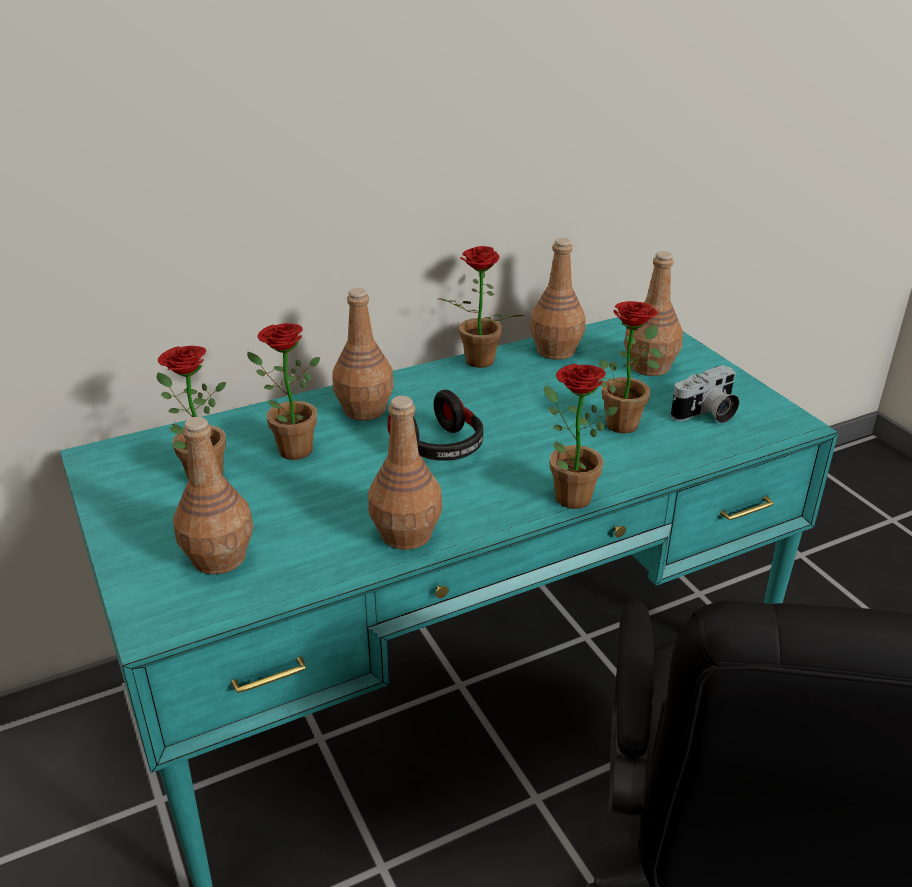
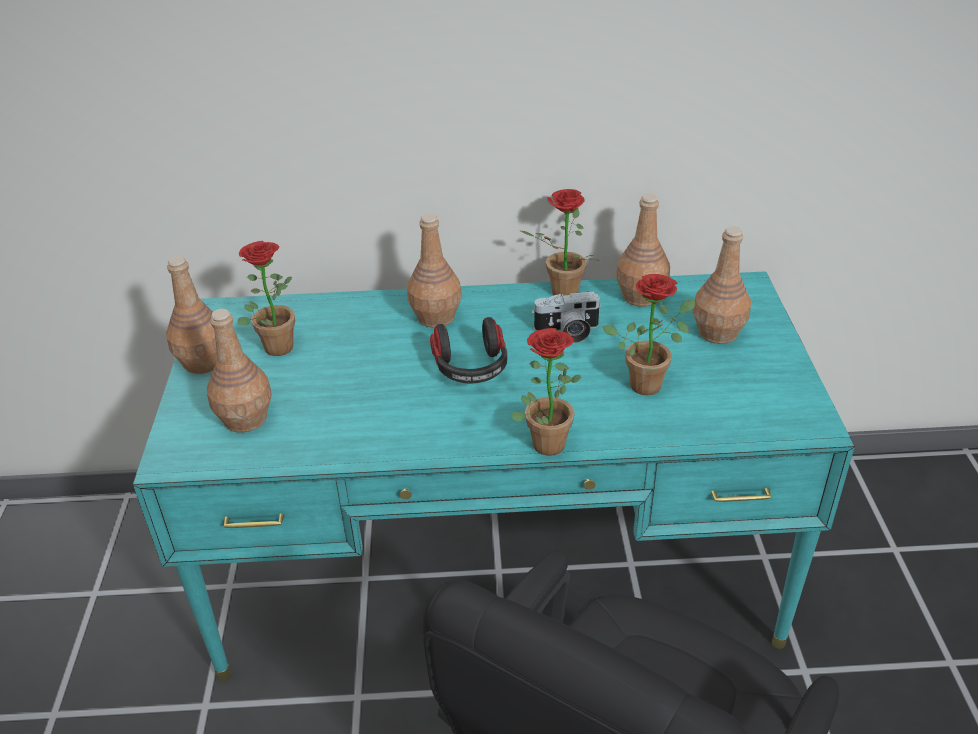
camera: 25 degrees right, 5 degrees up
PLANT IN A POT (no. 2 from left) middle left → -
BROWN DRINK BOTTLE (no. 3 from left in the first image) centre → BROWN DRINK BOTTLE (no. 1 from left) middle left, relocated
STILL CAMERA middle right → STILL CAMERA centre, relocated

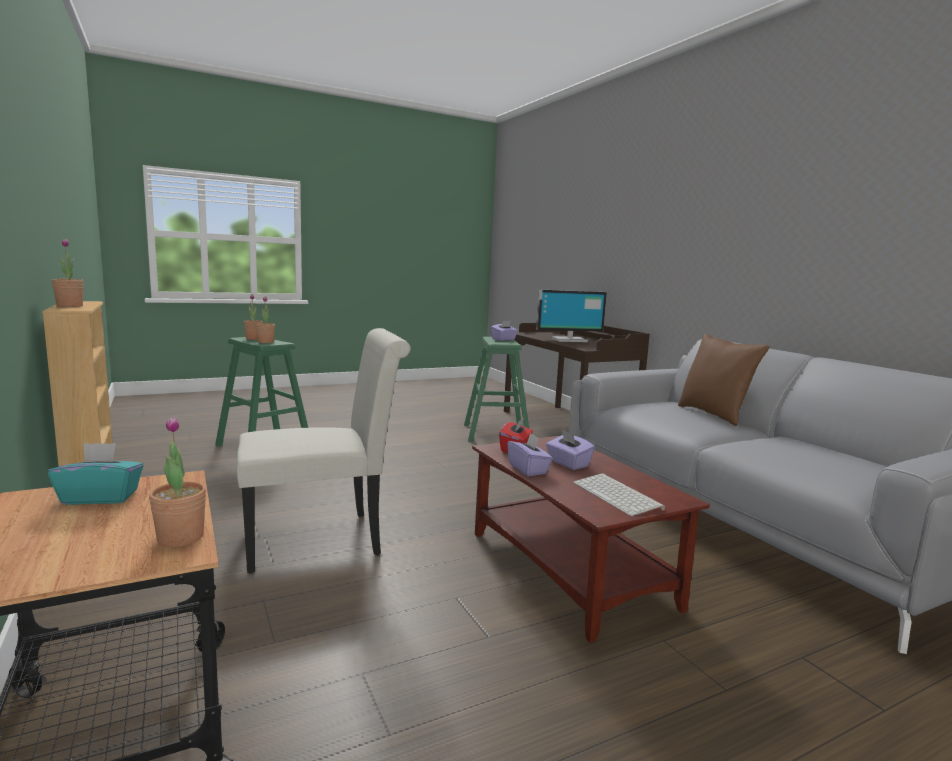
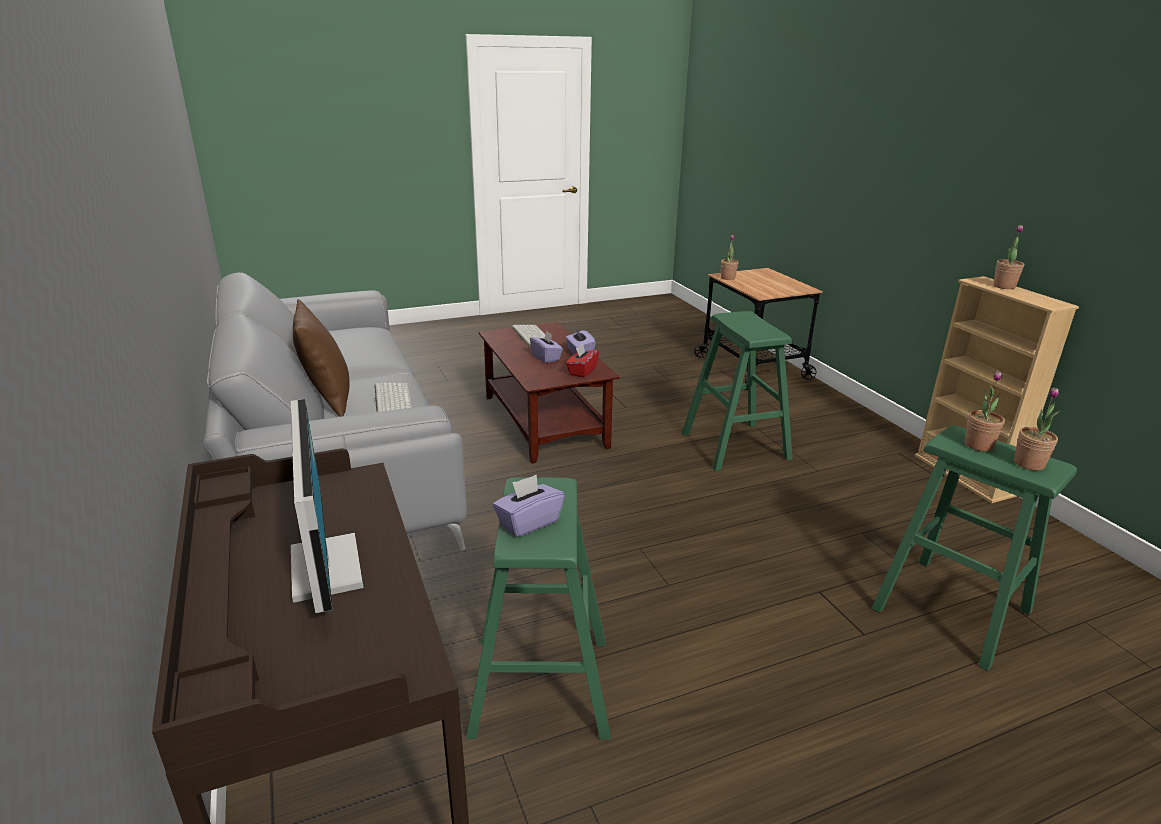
camera: 175 degrees left, 15 degrees up
TURQUOISE-COLOURED TISSUE BOX middle left → -
- → PC KEYBOARD (no. 1 from left) centre
WHITE-COLOURED UPRIGHT CHAIR centre → GREEN SITTING STOOL (no. 2 from left) centre
COMPUTER DISPLAY centre → COMPUTER DISPLAY middle left, 75 degrees clockwise

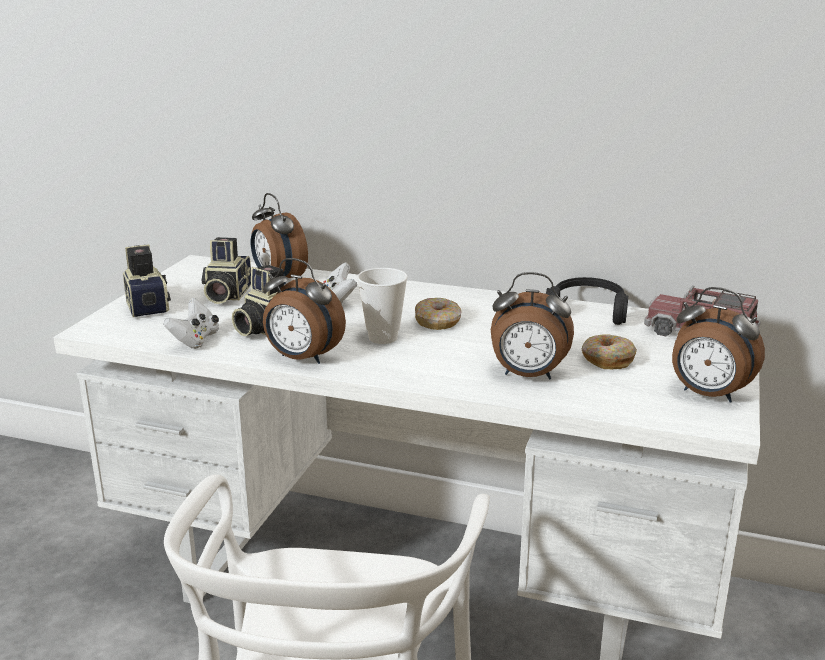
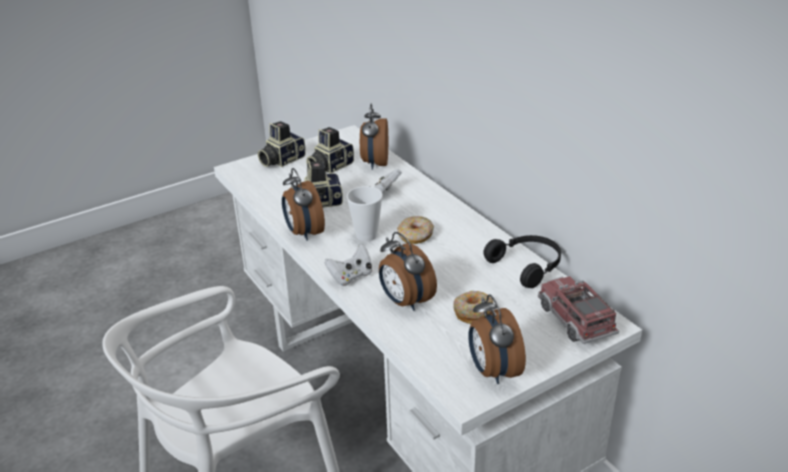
camera: 40 degrees right, 10 degrees up
WHITE-COLOURED GAME CONTROLLER (no. 1 from left) middle left → WHITE-COLOURED GAME CONTROLLER (no. 1 from left) centre, relocated
STILL CAMERA (no. 1 from left) middle left → STILL CAMERA (no. 1 from left) top centre, 150 degrees counterclockwise

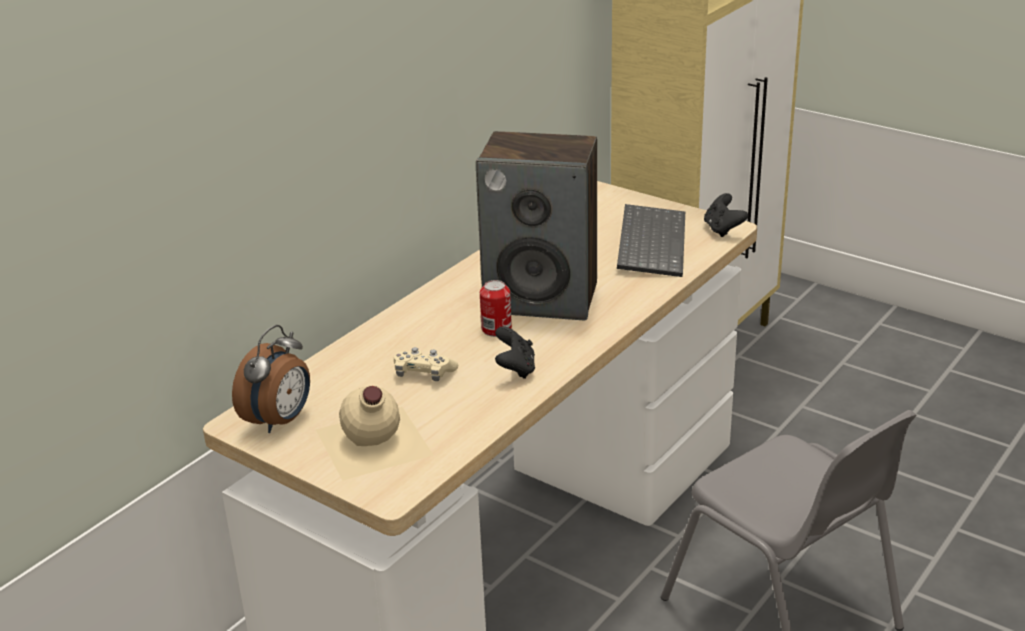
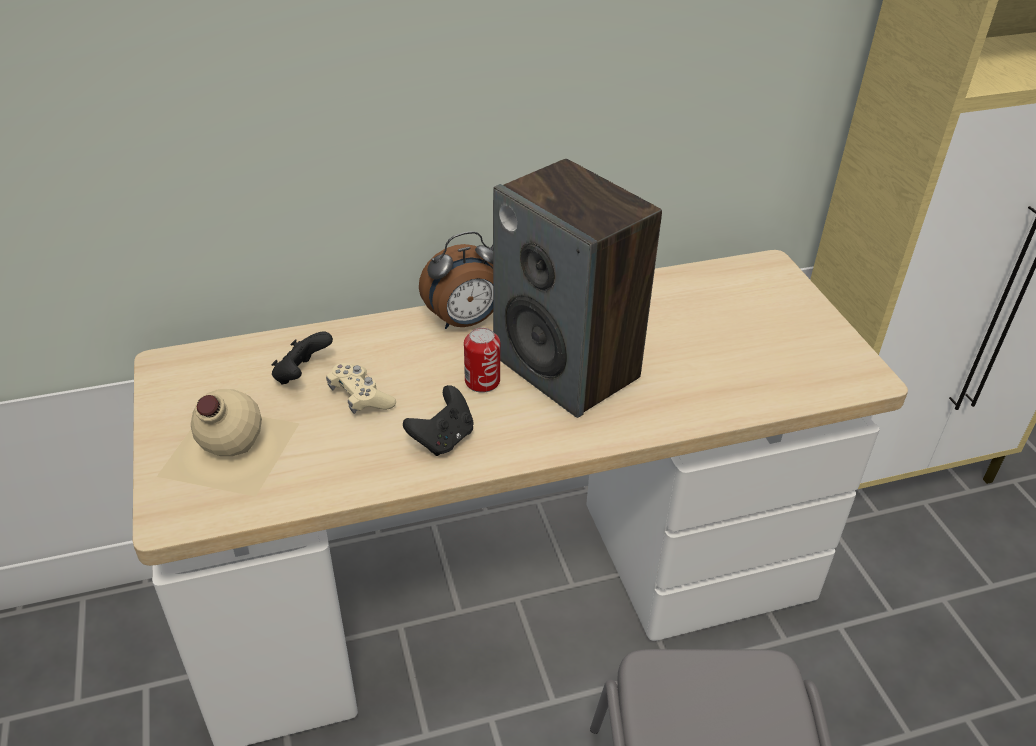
camera: 35 degrees right, 10 degrees up
PC KEYBOARD centre → -
ALARM CLOCK middle left → ALARM CLOCK centre, relocated
BLACKISH GAME CONTROLLER (no. 2 from left in the first image) middle right → BLACKISH GAME CONTROLLER (no. 1 from left) middle left, relocated

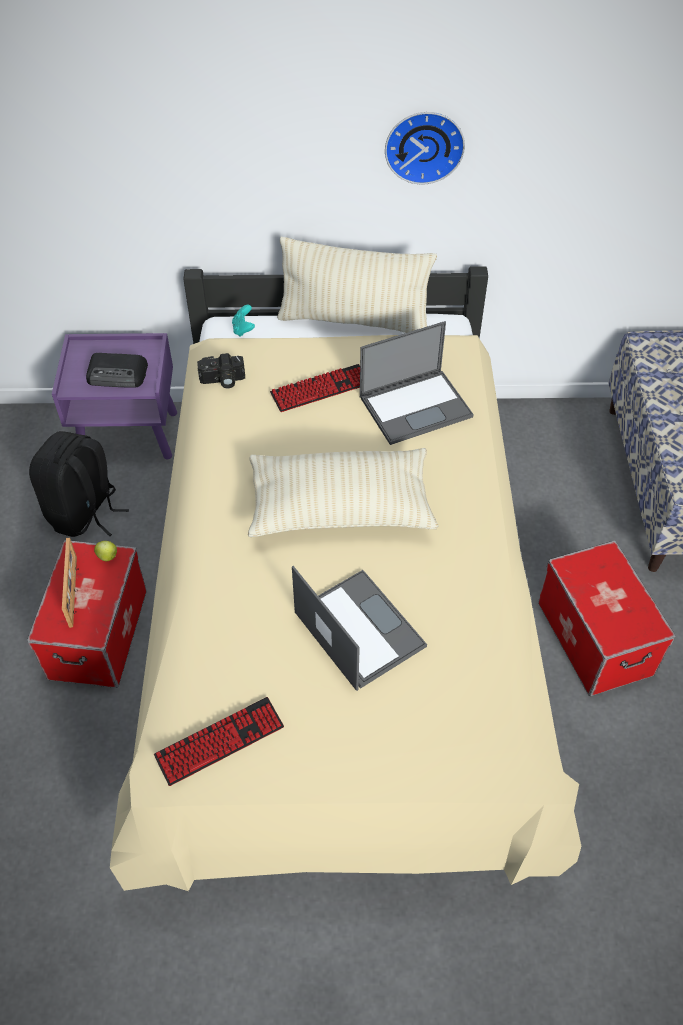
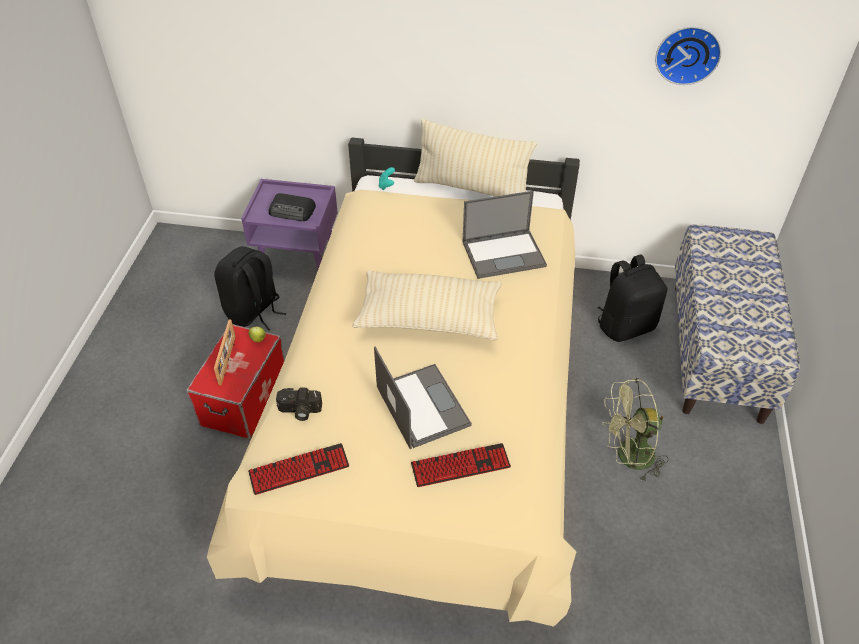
camera: 10 degrees right, 5 degrees down
- → BLACKISH BACKPACK (no. 2 from left) middle right
STILL CAMERA middle left → STILL CAMERA centre, relocated
PC KEYBOARD (no. 2 from left) centre → PC KEYBOARD (no. 2 from left) bottom centre, relocated
HANGING CLOCK top centre → HANGING CLOCK top right, relocated
STORAGE CONTAINER (no. 2 from left) middle right → GREEN FAN bottom right

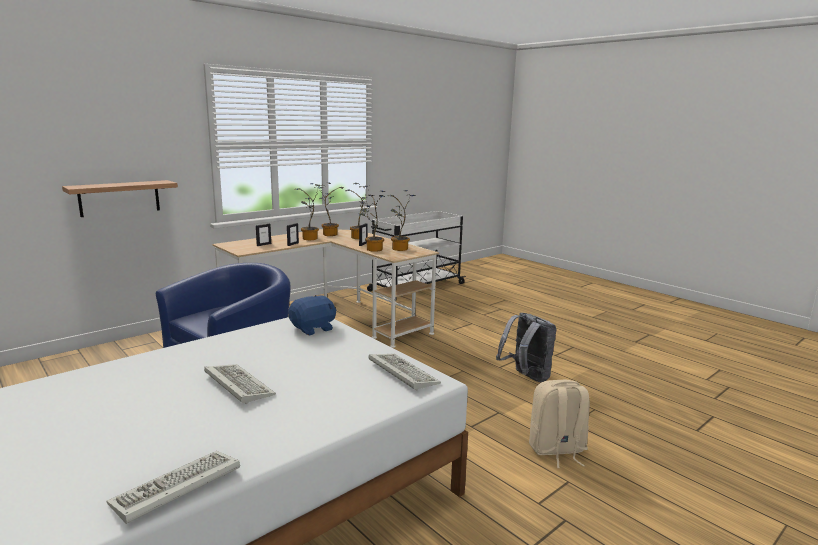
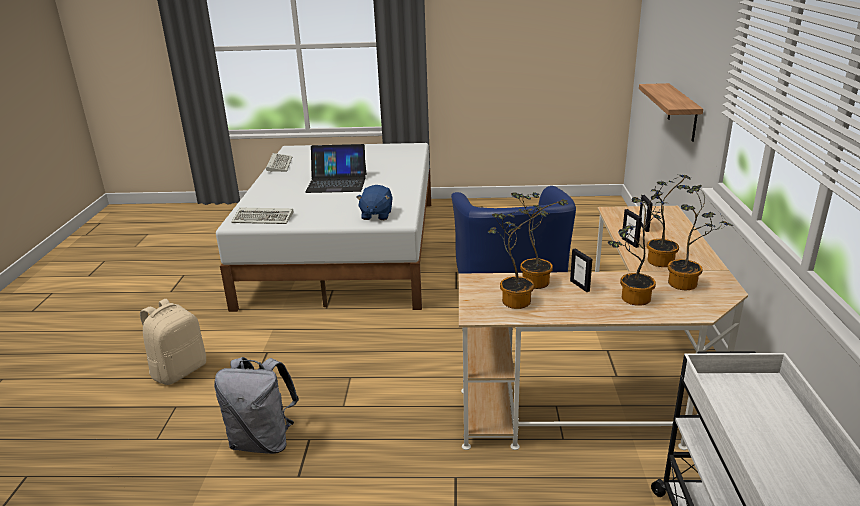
camera: 135 degrees right, 10 degrees up
PC KEYBOARD (no. 2 from left) bottom left → NOTEBOOK COMPUTER top centre

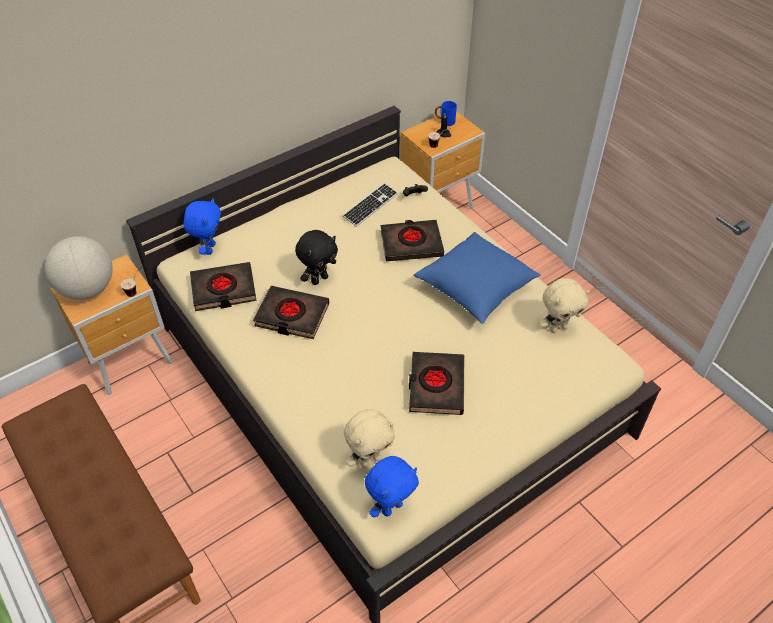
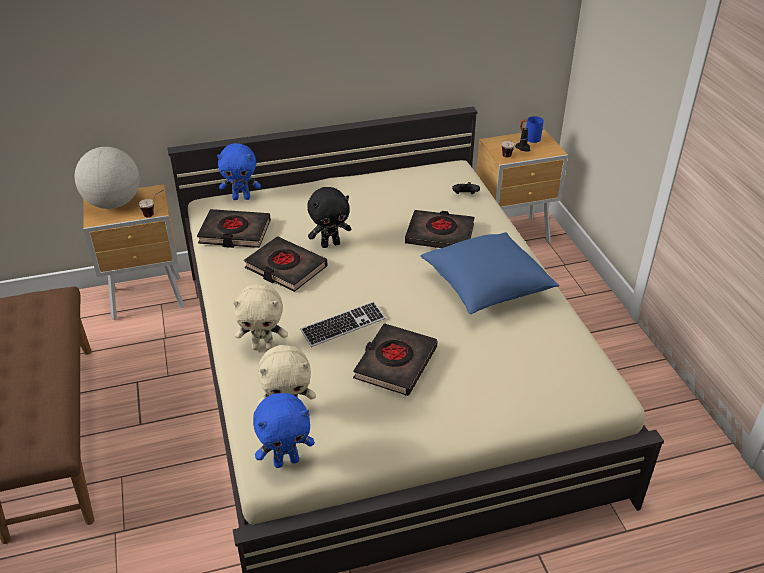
camera: 20 degrees right, 10 degrees down
PC KEYBOARD top centre → PC KEYBOARD centre, relocated
BEIGE SOFT TOY (no. 2 from left in the first image) middle right → BEIGE SOFT TOY (no. 1 from left) centre, relocated
BLUE-COLOURED SOFT TOY (no. 1 from left) middle left → BLUE-COLOURED SOFT TOY (no. 1 from left) top left, 60 degrees clockwise

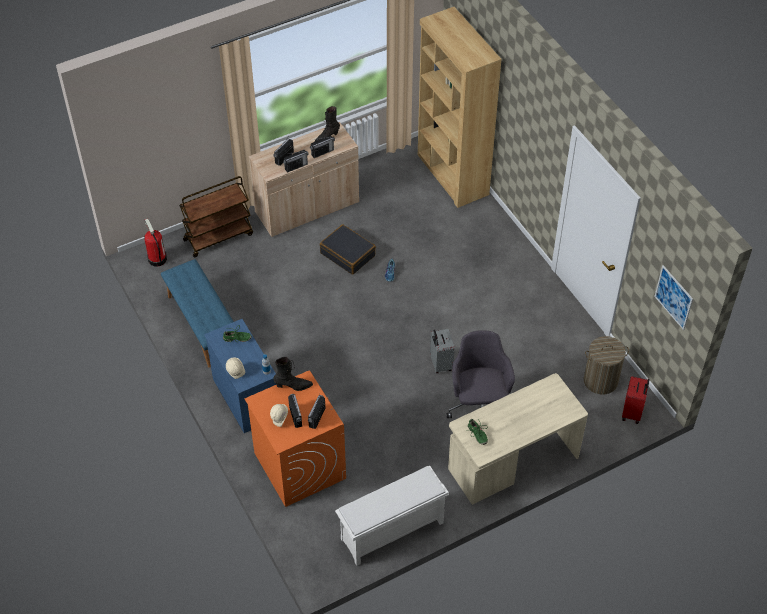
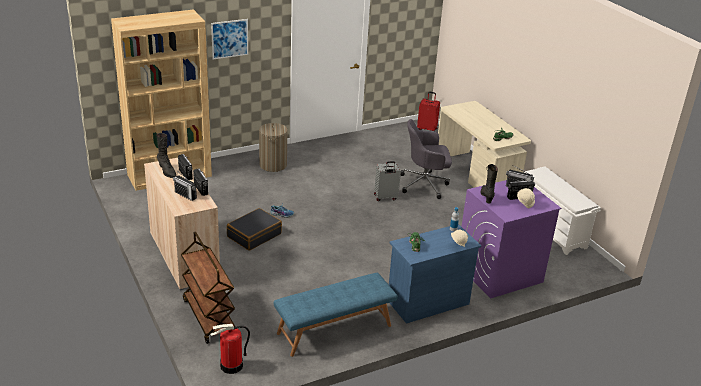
camera: 90 degrees left, 20 degrees down
LAUNDRY BASKET middle right → LAUNDRY BASKET centre, relocated
WALL PICTURE middle right → WALL PICTURE top left, relocated
ORANGEY LAUNDRY MACHINE bottom centre → PURPLE LAUNDRY MACHINE middle right

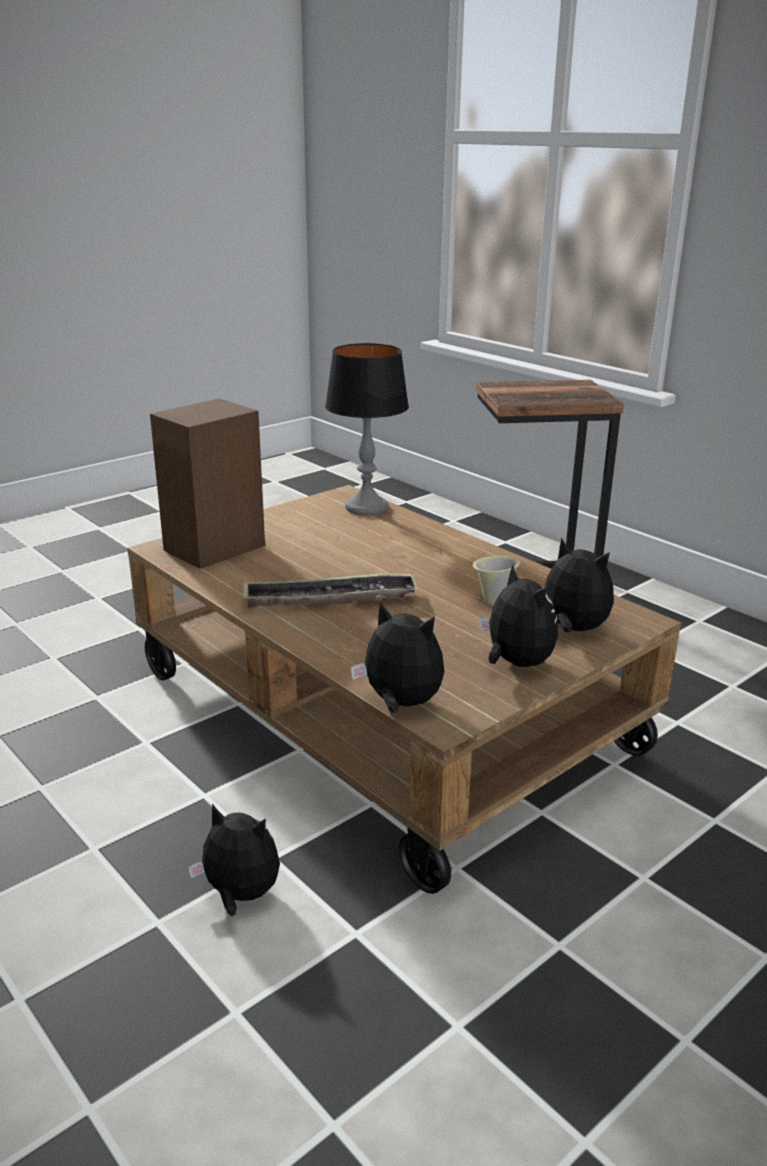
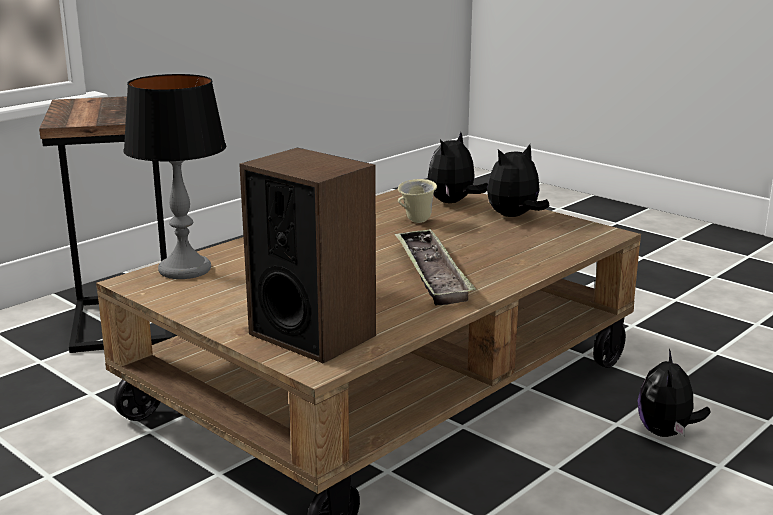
camera: 95 degrees left, 5 degrees down
SOFT TOY (no. 2 from left) centre → -

